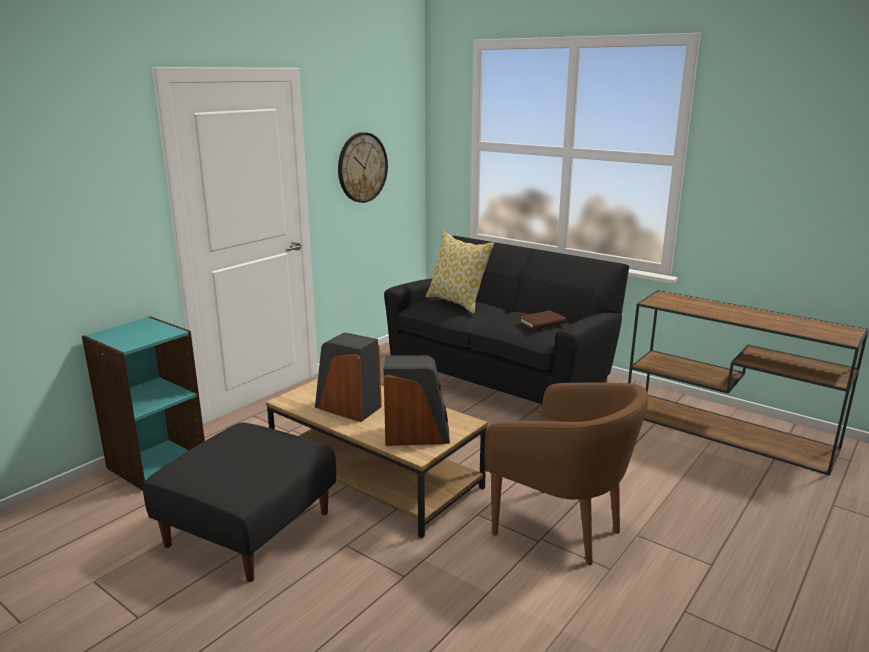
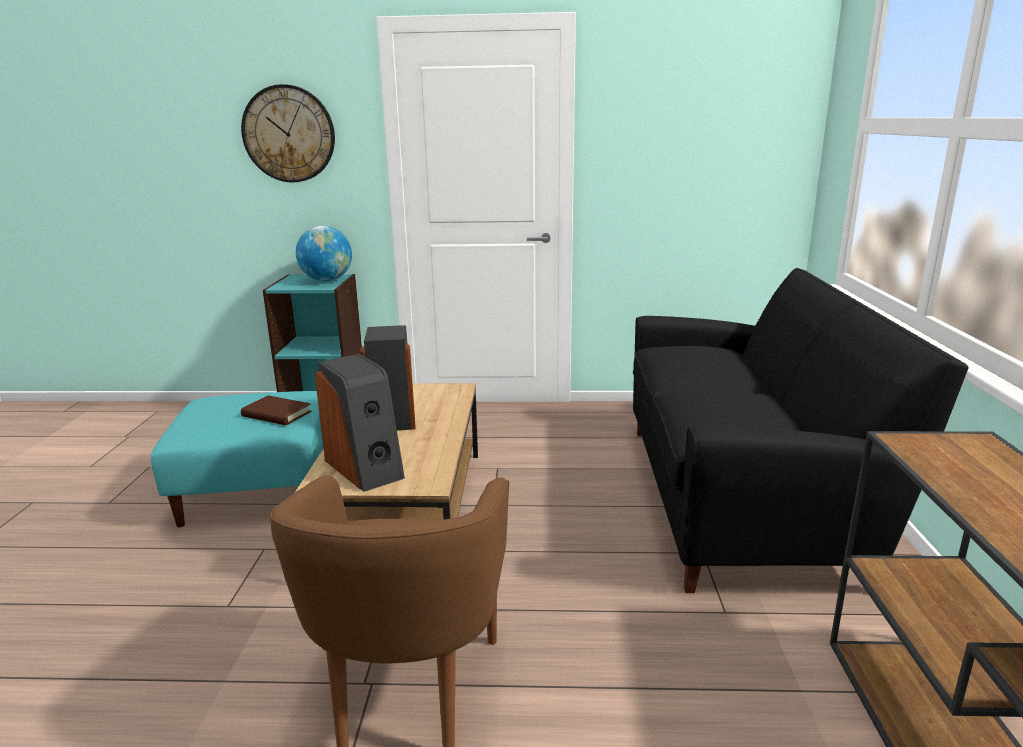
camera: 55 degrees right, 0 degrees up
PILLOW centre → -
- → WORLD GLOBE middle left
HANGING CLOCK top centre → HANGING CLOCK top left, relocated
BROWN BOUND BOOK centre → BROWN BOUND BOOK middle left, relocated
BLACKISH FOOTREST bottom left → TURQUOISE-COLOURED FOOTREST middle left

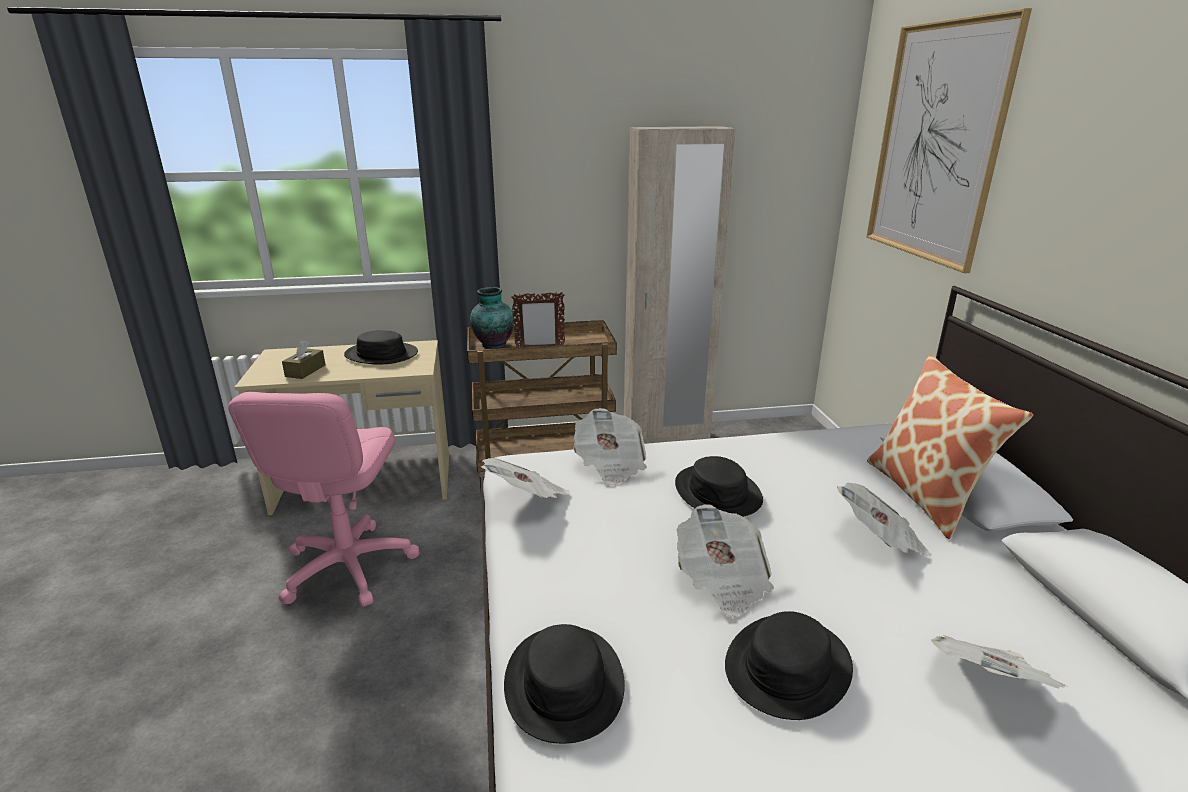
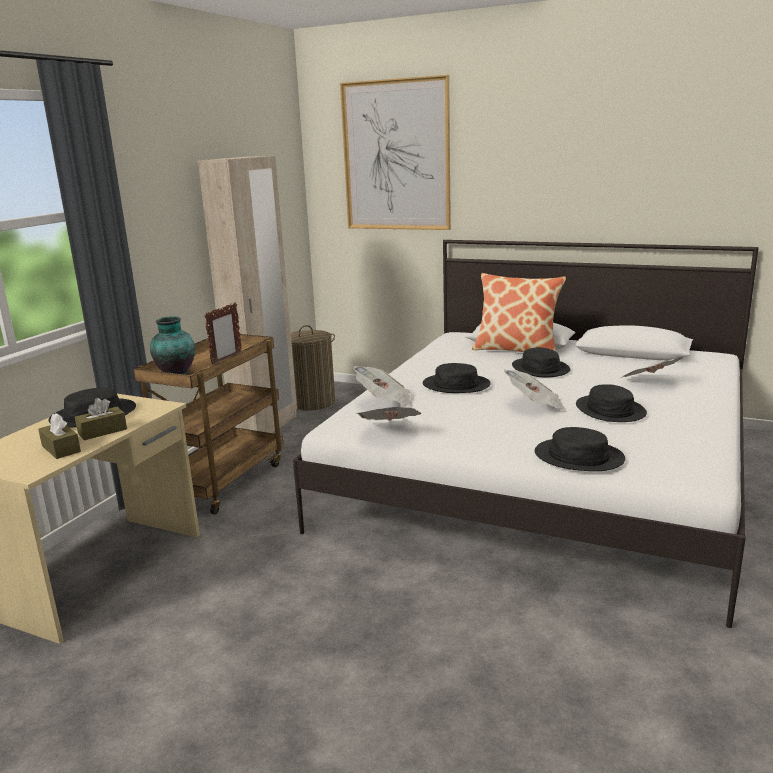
camera: 55 degrees left, 5 degrees down
PINK-COLOURED OFFICE CHAIR middle left → -
- → BROWN TISSUE BOX (no. 2 from left) middle left
- → LAUNDRY BASKET centre
NEWSPAPER (no. 4 from left) middle right → BLACKISH HAT (no. 3 from left) middle right

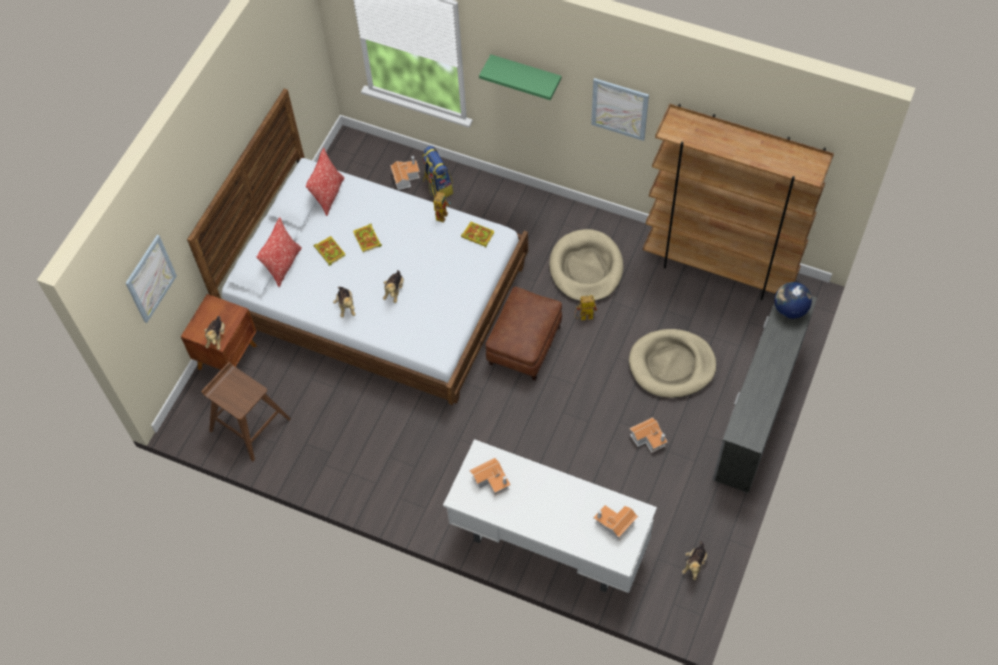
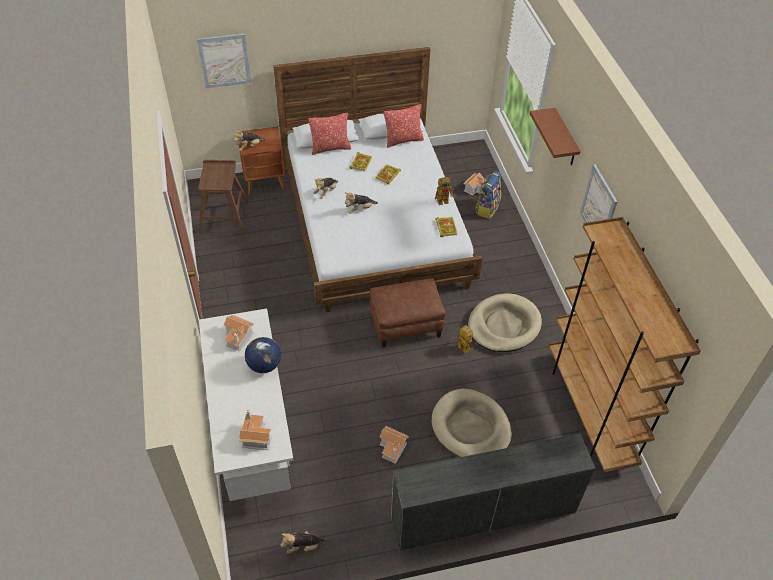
camera: 50 degrees right, 10 degrees down
WORLD GLOBE middle right → WORLD GLOBE centre, relocated
GREEN SHELF top centre → BROWN SHELF top right

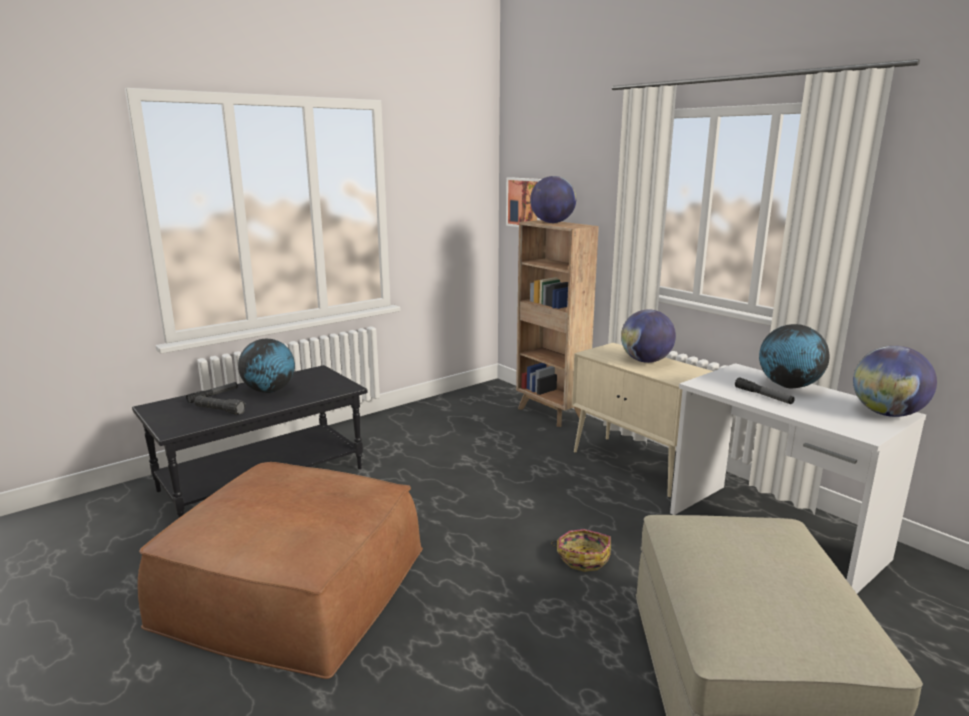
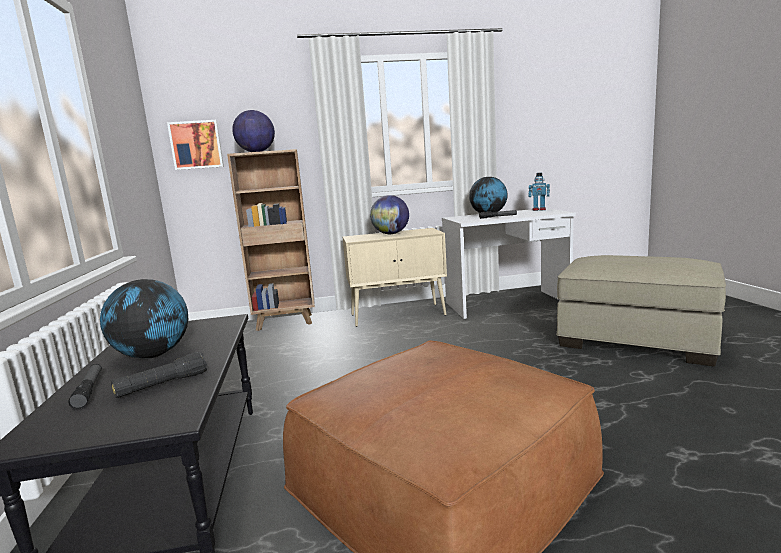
camera: 60 degrees left, 5 degrees down
STORAGE BASKET bottom centre → -
WORLD GLOBE (no. 5 from left) middle right → TOY ROBOT middle right

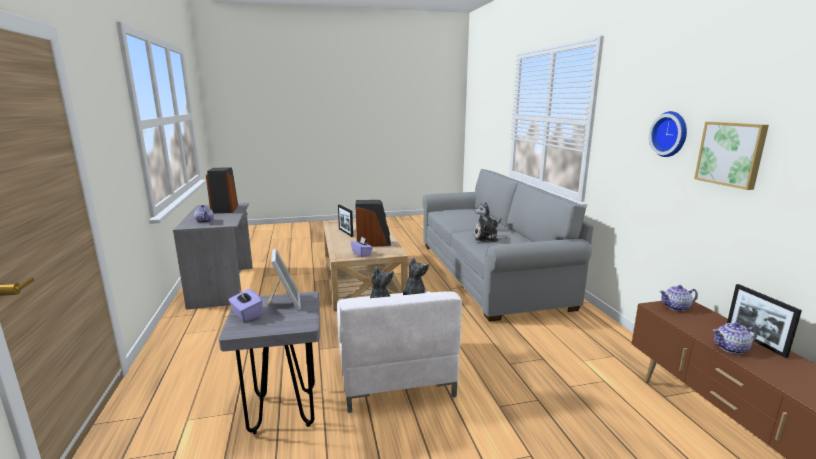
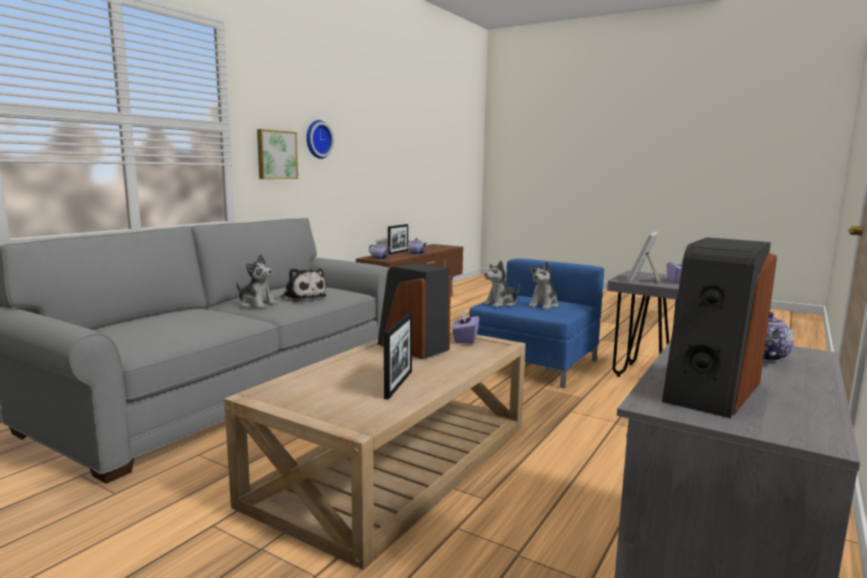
camera: 135 degrees left, 5 degrees down
WALL PICTURE middle right → WALL PICTURE top left, relocated
WHITE-COLOURED LOUNGE CHAIR bottom centre → BLUE-COLOURED LOUNGE CHAIR centre

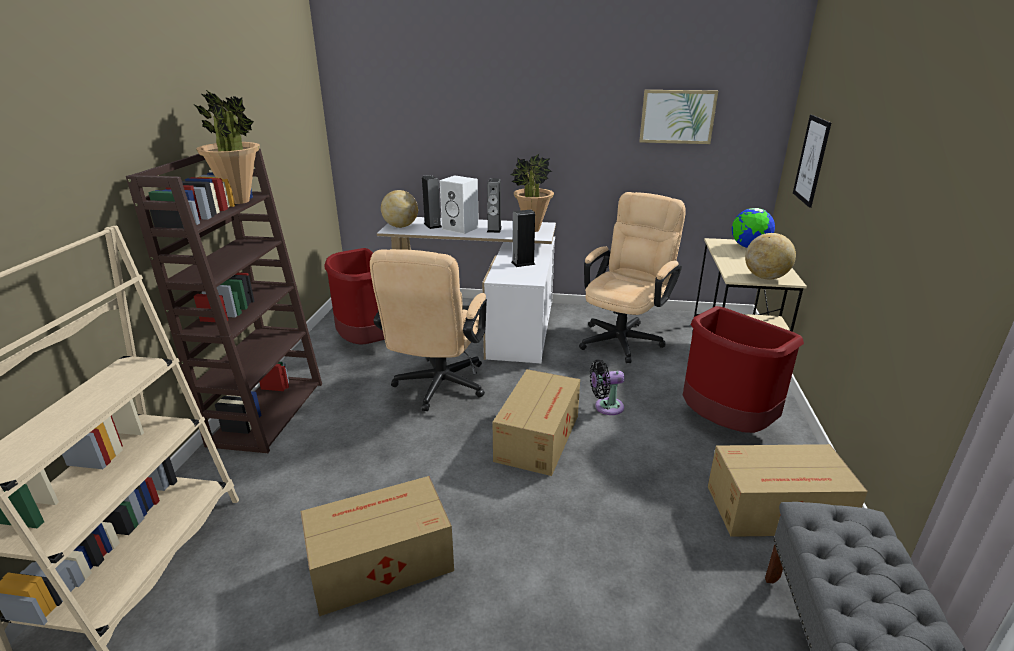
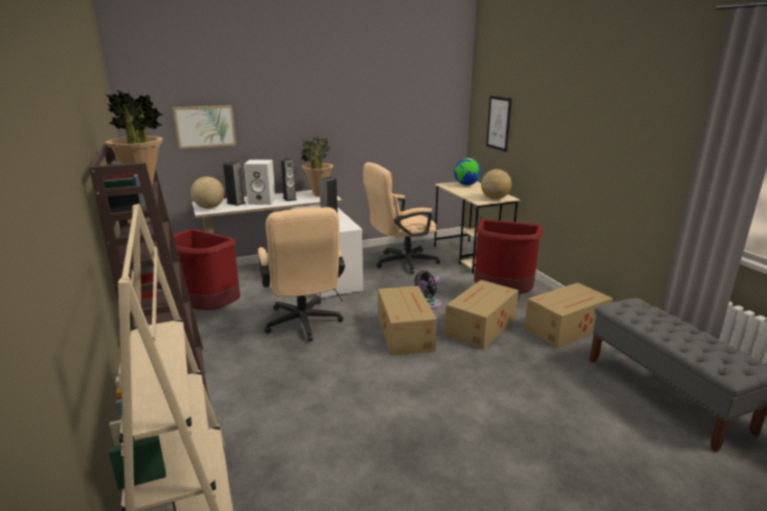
camera: 30 degrees left, 5 degrees down
CARDBOARD BOX (no. 1 from left in the first image) bottom centre → CARDBOARD BOX (no. 2 from left) centre, relocated
WALL PICTURE (no. 1 from left) top right → WALL PICTURE (no. 1 from left) top left, relocated
BEIGE OFFICE CHAIR (no. 2 from left) centre, 120 degrees counterclockwise

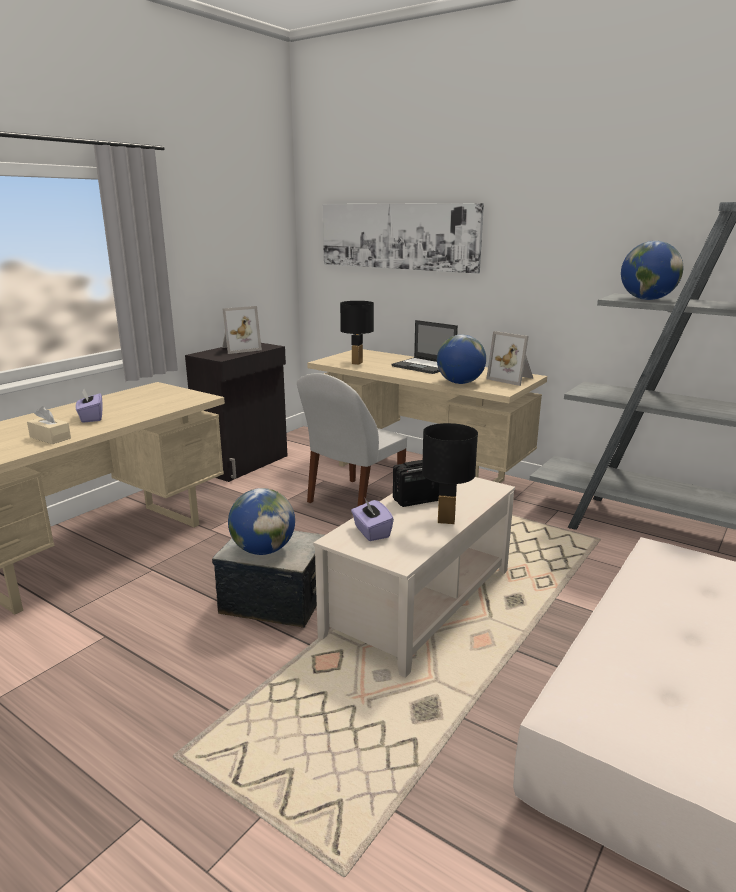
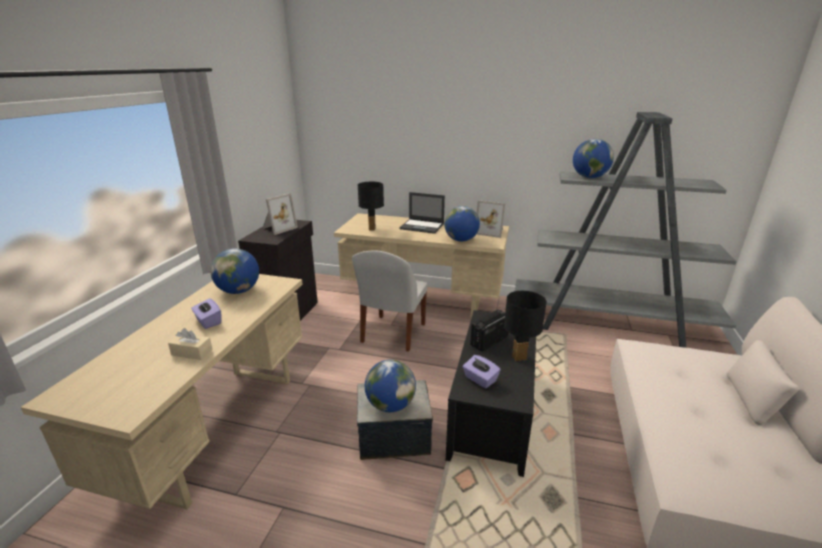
camera: 20 degrees left, 5 degrees up
WALL PICTURE top centre → -
- → WORLD GLOBE (no. 1 from left) middle left
BEIGE LOUNGE TABLE centre → BLACKISH LOUNGE TABLE bottom centre

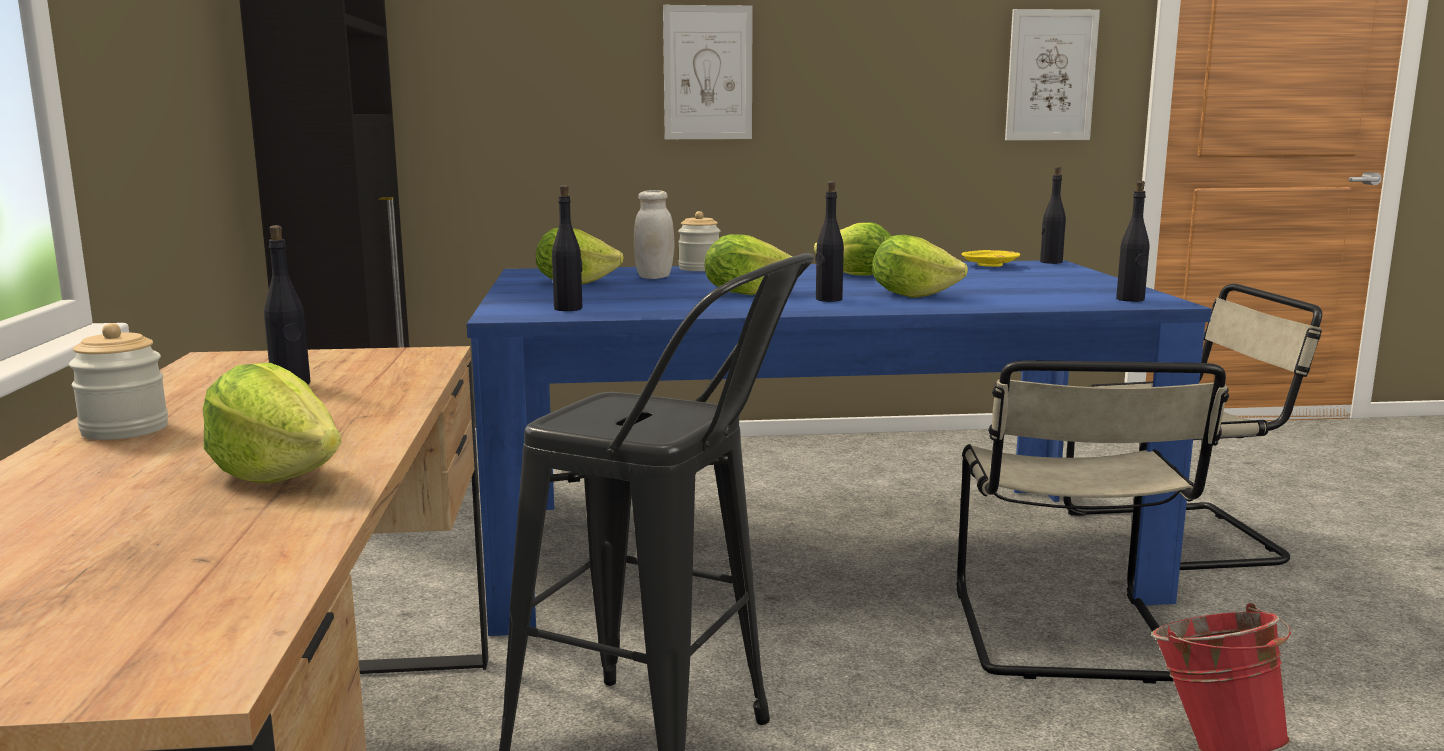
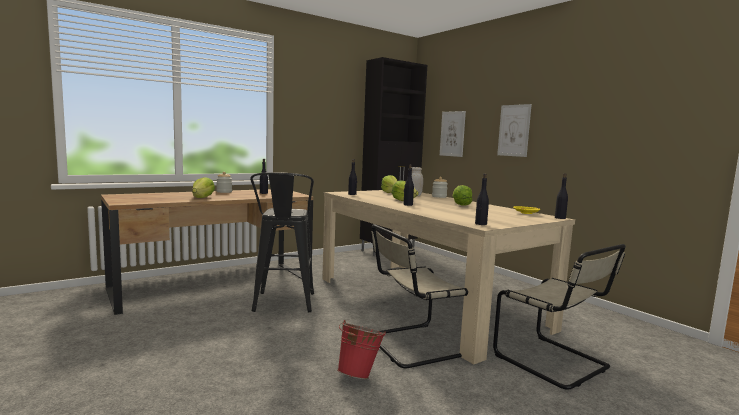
camera: 60 degrees right, 5 degrees down
HEAD OF LETTUCE (no. 5 from left) centre → -
WALL PICTURE (no. 2 from left in the first image) top right → WALL PICTURE (no. 1 from left) top centre, relocated
BLUE-COLOURED DINING TABLE centre → BEIGE DINING TABLE bottom centre

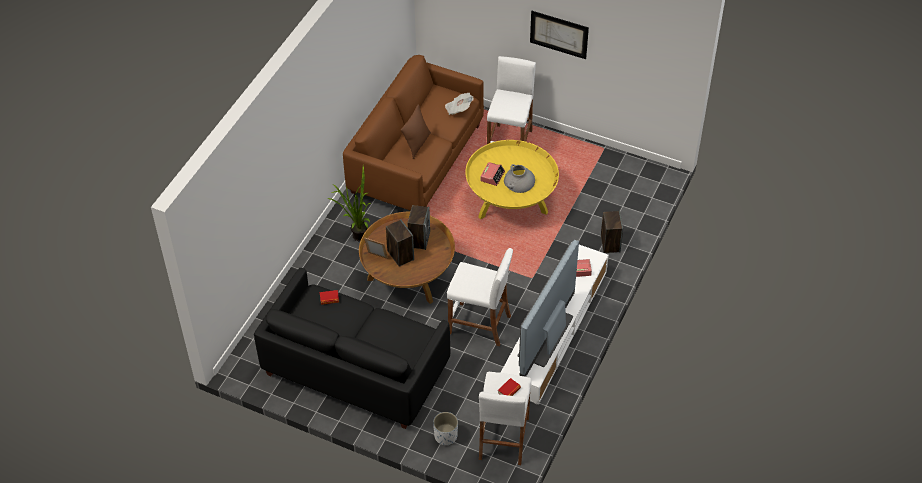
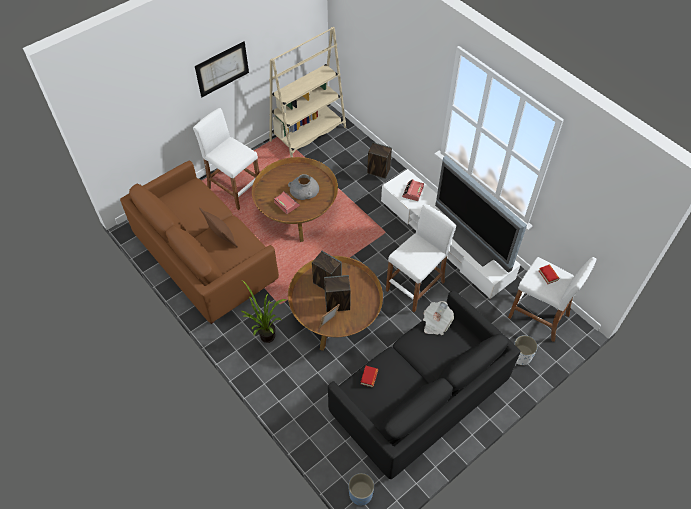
camera: 65 degrees left, 5 degrees up
- → BEIGE BOOKCASE top centre
- → BLUE-COLOURED PLANTER bottom centre
NEWSPAPER top centre → NEWSPAPER centre, relocated
YELLOWISH LOUNGE TABLE centre → BROWN LOUNGE TABLE (no. 1 from left) centre

